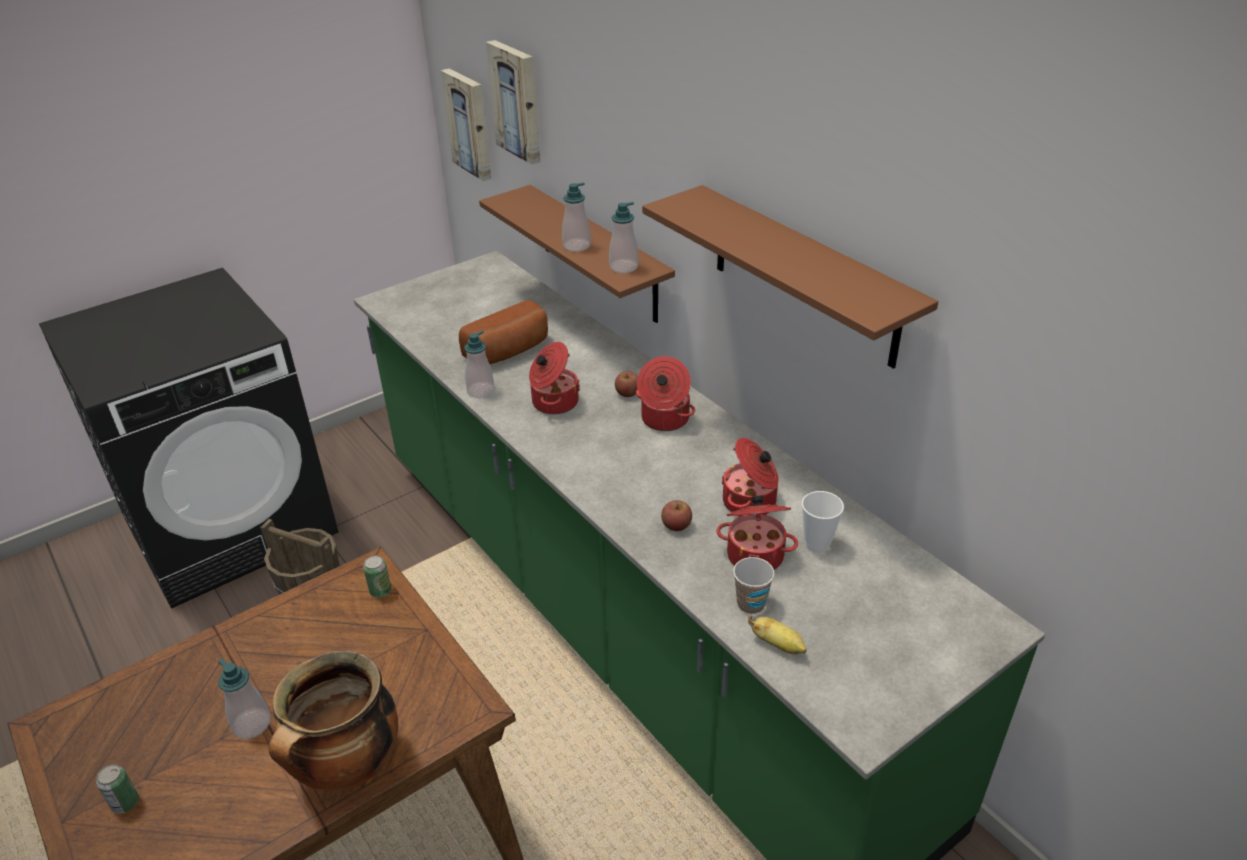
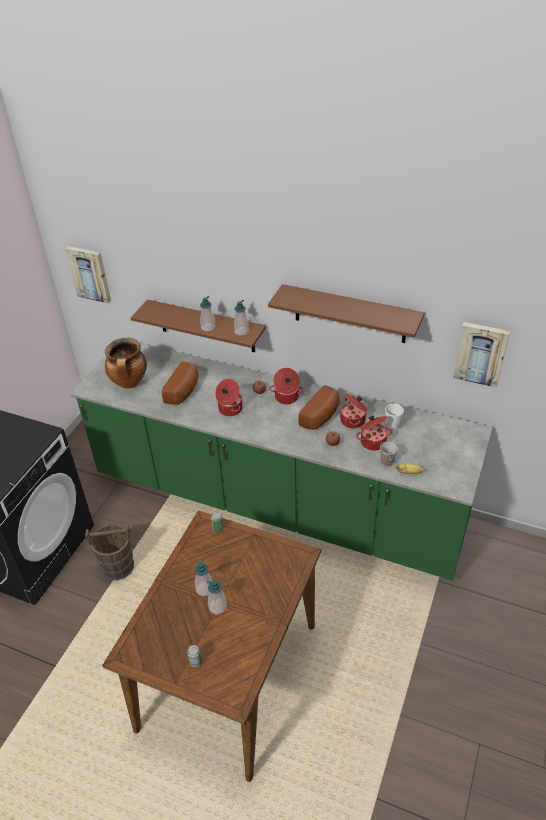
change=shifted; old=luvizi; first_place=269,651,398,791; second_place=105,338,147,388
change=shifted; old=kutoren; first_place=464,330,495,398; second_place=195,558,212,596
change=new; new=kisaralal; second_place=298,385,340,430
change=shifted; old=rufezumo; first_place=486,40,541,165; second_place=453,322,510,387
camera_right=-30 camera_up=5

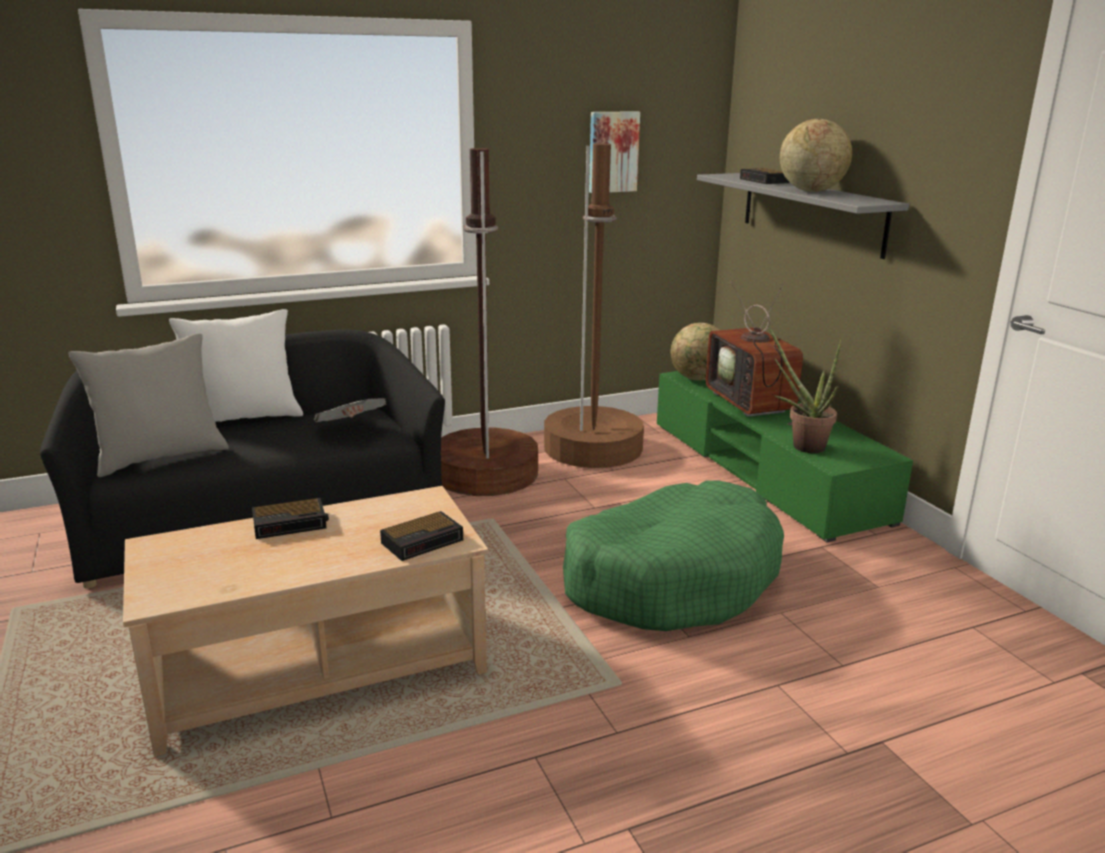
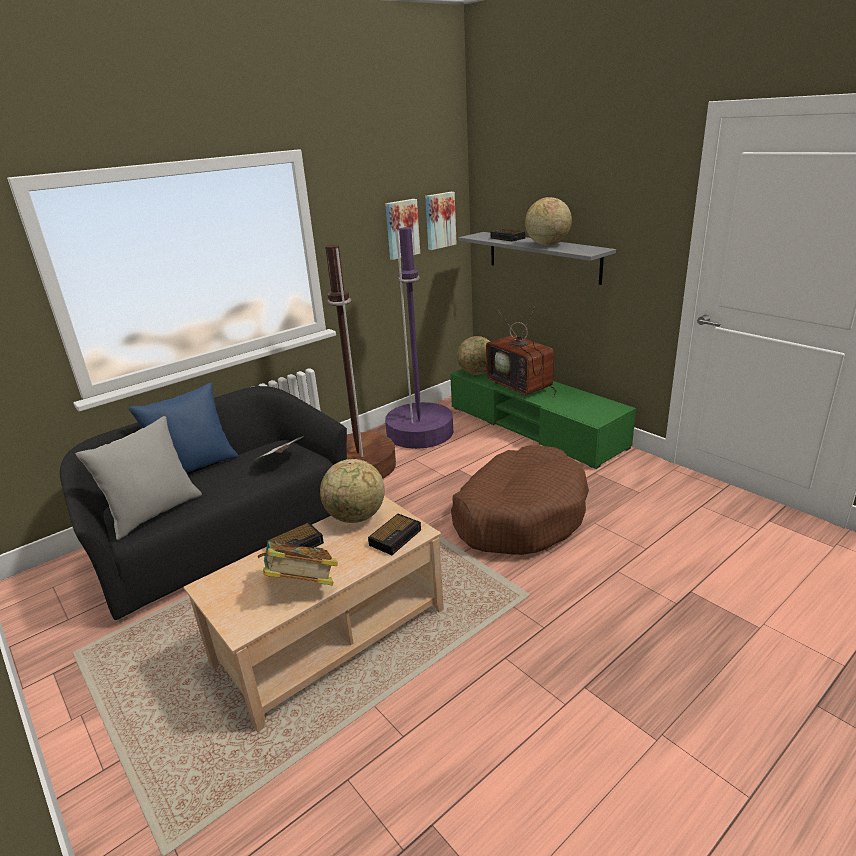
change=repainted; old=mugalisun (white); new=mugalisun (blue); first_place=169,309,303,422; second_place=129,383,238,473
change=new; new=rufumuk; second_place=258,541,338,585
change=new; new=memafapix; second_place=320,459,385,523
change=repainted; old=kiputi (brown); new=kiputi (purple); first_place=544,143,644,468; second_place=385,227,454,449
change=new; new=rufezumo; second_place=425,192,457,250
change=repainted; old=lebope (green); new=lebope (brown); first_place=563,480,784,631; second_place=451,445,589,555
change=gone; old=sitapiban; first_place=768,326,841,453
camera_right=-15 camera_up=5

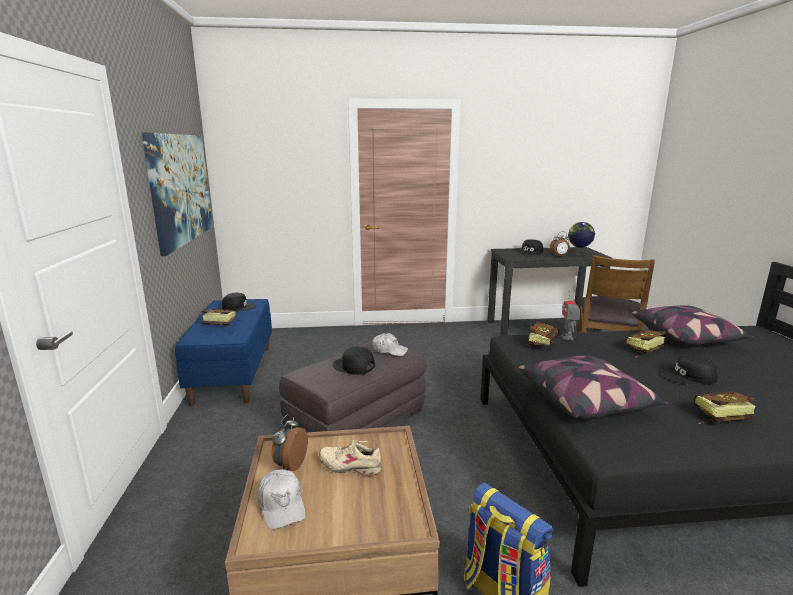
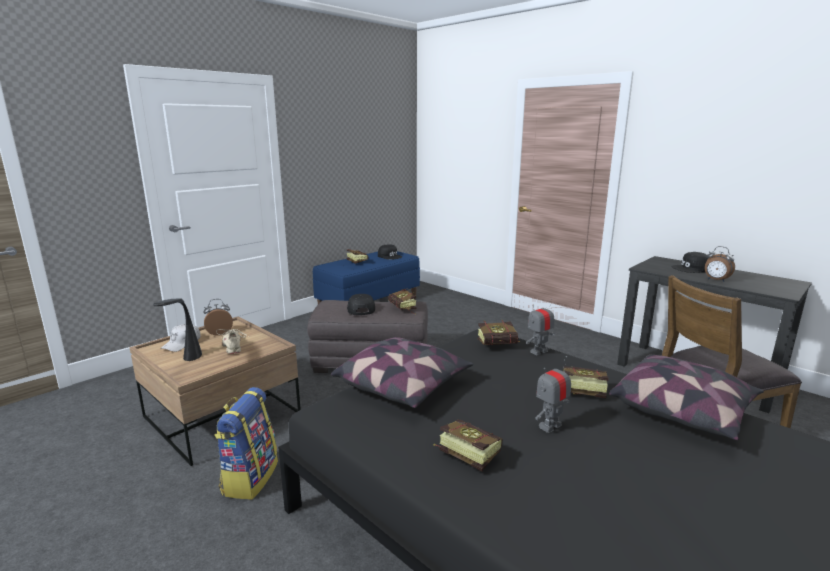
change=new; new=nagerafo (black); second_place=153,298,202,361
change=swapped; old=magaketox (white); new=rufumuk; first_place=372,333,408,356; second_place=388,288,417,315
change=swapped; old=magaketox (black); new=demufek; first_place=662,353,718,385; second_place=535,356,571,433
change=gone; old=rufezumo; first_place=142,132,213,256
change=gone; old=memafapix; first_place=568,222,595,255
camera_right=50 camera_up=0

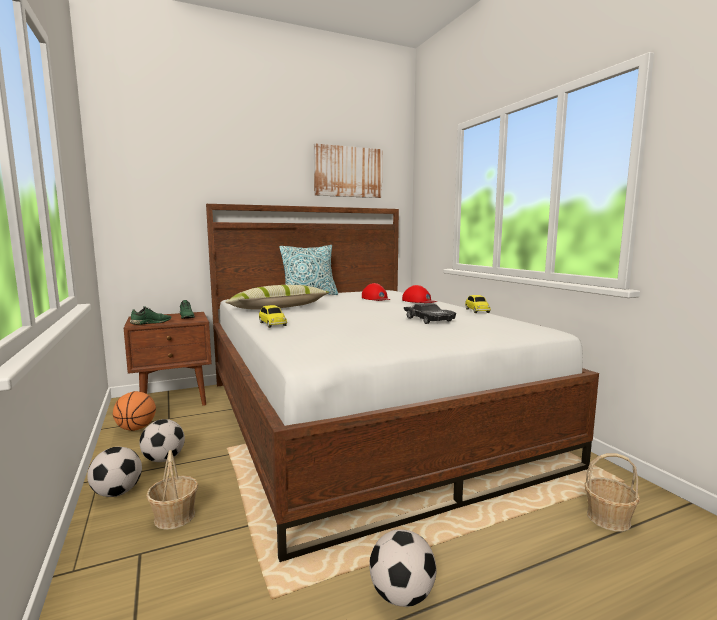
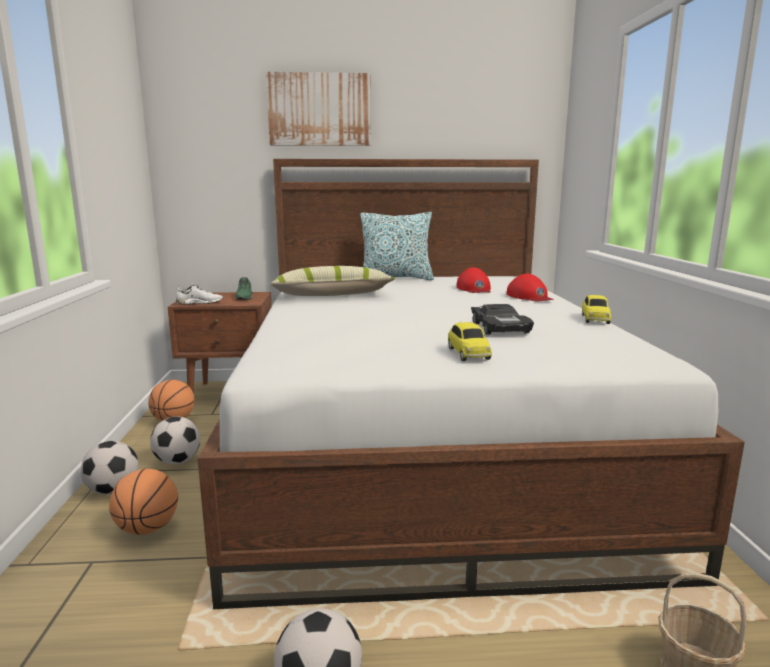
change=swapped; old=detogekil; new=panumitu; first_place=146,450,198,530; second_place=109,468,178,535
change=repainted; old=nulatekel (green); new=nulatekel (white); first_place=130,306,171,325; second_place=176,283,223,304
change=shifted; old=rufezumo; first_place=314,143,382,198; second_place=266,72,371,146
change=shifted; old=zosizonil; first_place=259,305,287,328; second_place=448,322,492,361
camera_right=20 camera_up=5

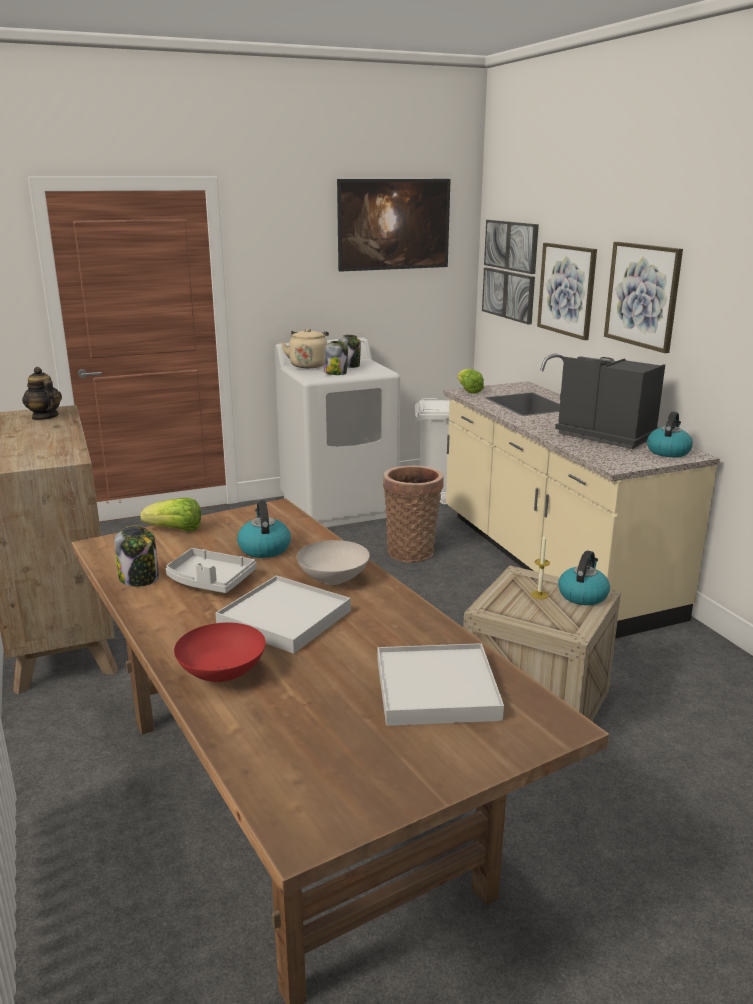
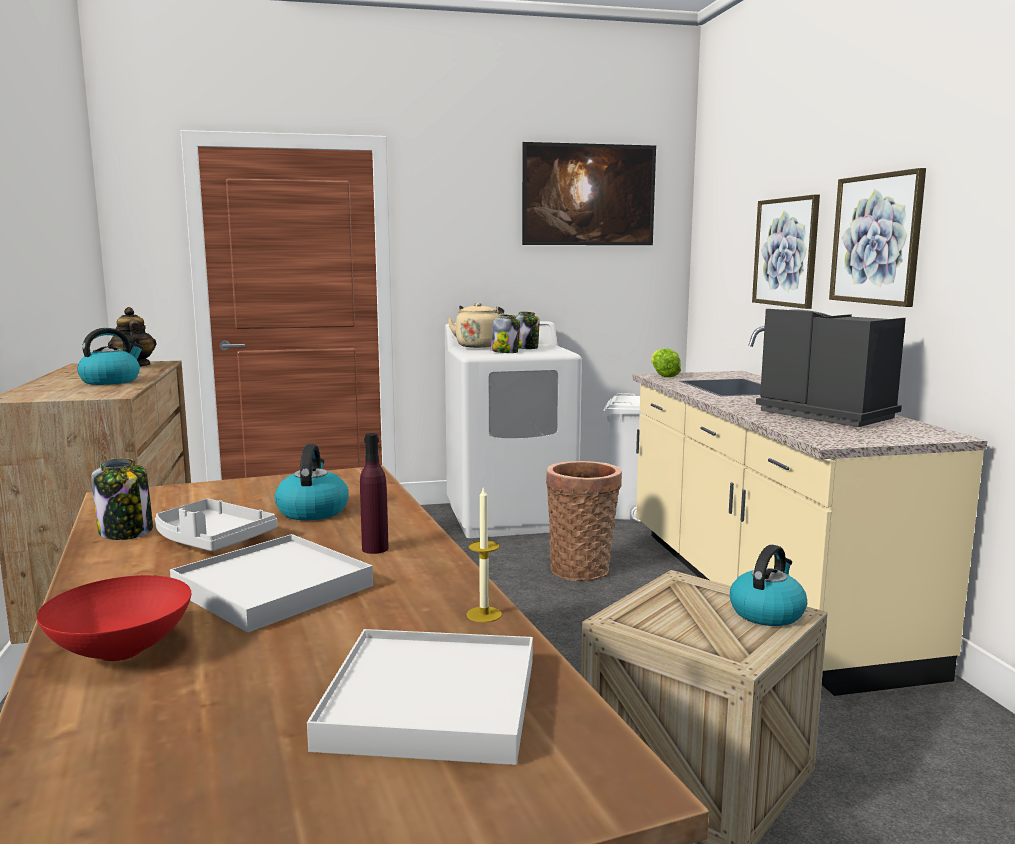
change=shifted; old=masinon; first_place=647,412,693,457; second_place=77,328,144,385
change=swapped; old=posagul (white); new=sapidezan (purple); first_place=297,540,370,585; second_place=360,433,388,554
change=shifted; old=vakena; first_place=531,535,550,599; second_place=466,486,502,623
change=gone; old=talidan; first_place=140,497,201,531
change=gone; old=rufezumo; first_place=482,220,539,324
camera_right=10 camera_up=-10

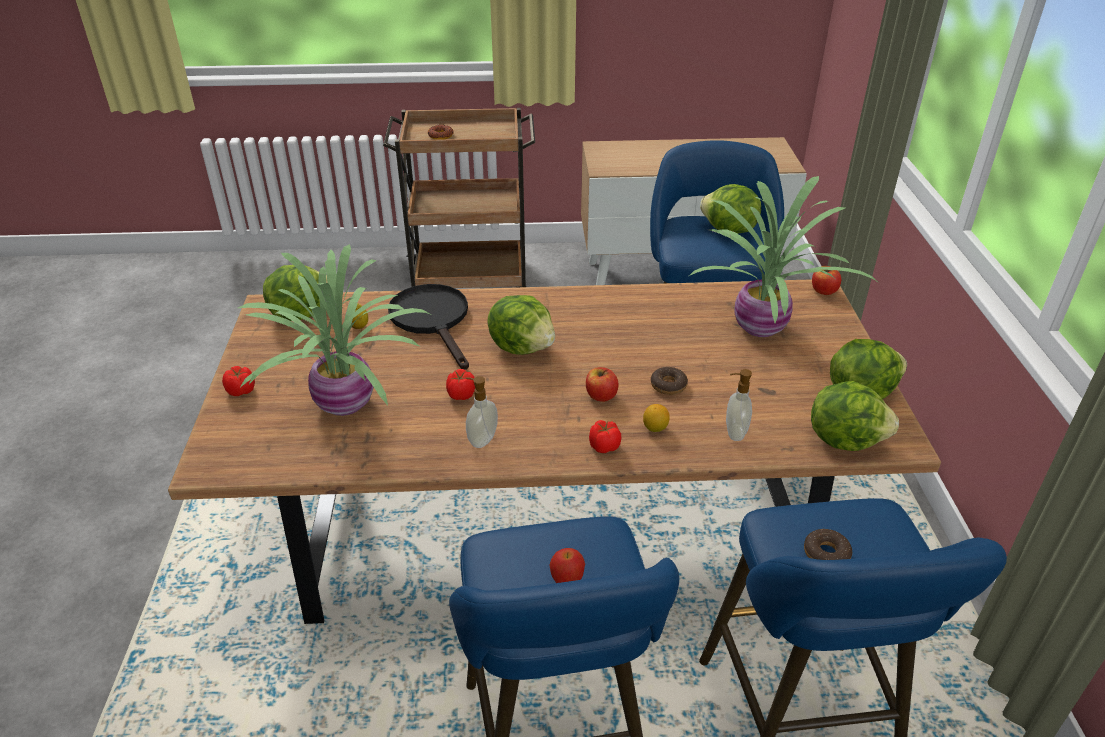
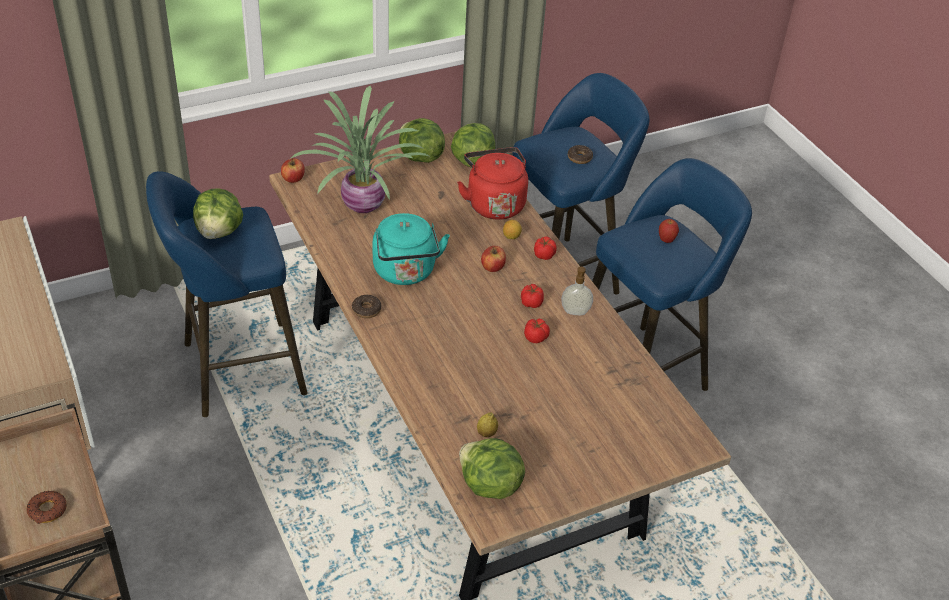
change=shifted; old=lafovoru; first_place=651,367,688,395; second_place=352,294,382,318
change=new; new=masinon (turquoise); second_place=372,213,450,285
change=swapped; old=kutoren; new=masinon (red); first_place=726,369,752,441; second_place=457,147,528,220
change=shifted; old=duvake; first_place=222,366,255,396; second_place=521,284,544,308
change=gone; old=sitapiban; first_place=238,244,430,416
change=gone; old=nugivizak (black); first_place=388,284,469,370
change=gone; old=talidan; first_place=487,295,555,355
camera_right=-115 camera_up=5

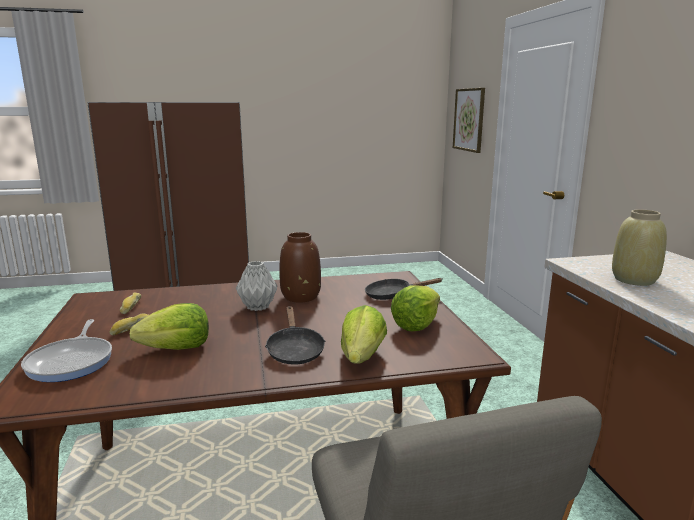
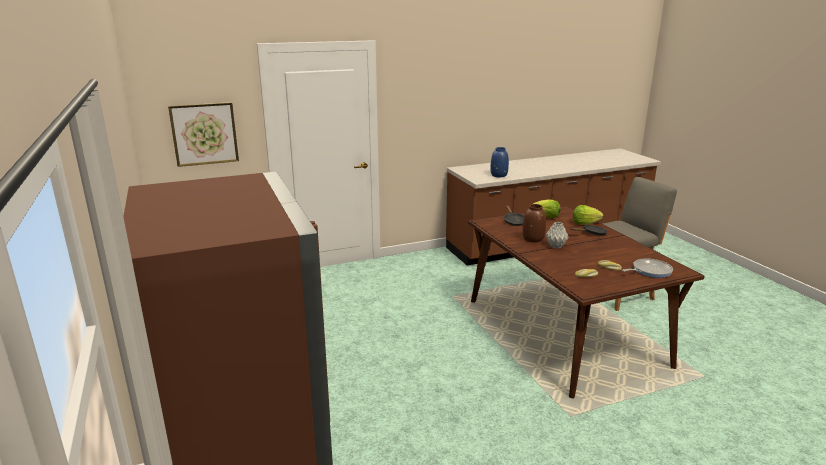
change=repainted; old=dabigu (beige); new=dabigu (blue); first_place=612,209,667,286; second_place=490,147,509,177
change=gone; old=talidan; first_place=130,303,209,350
camera_right=-100 camera_up=5

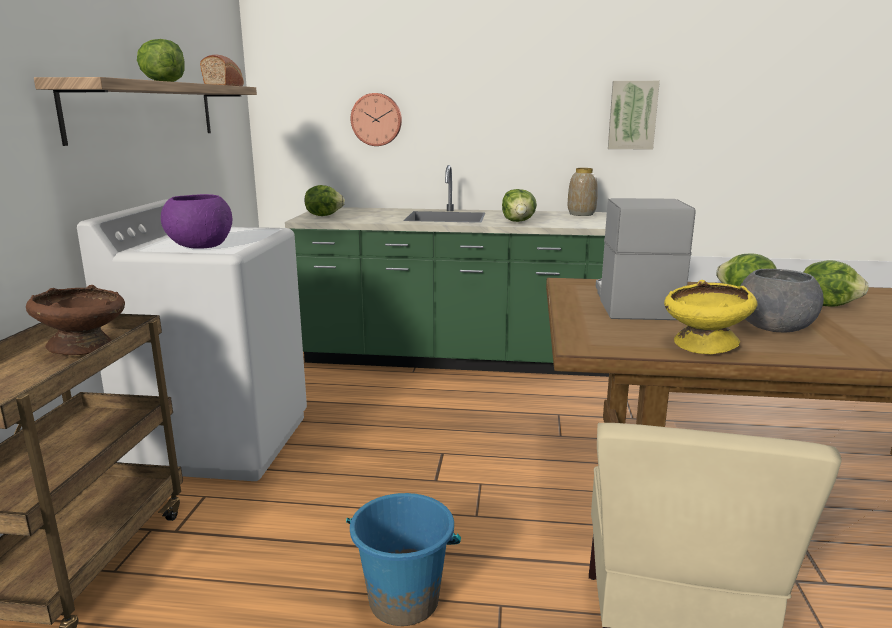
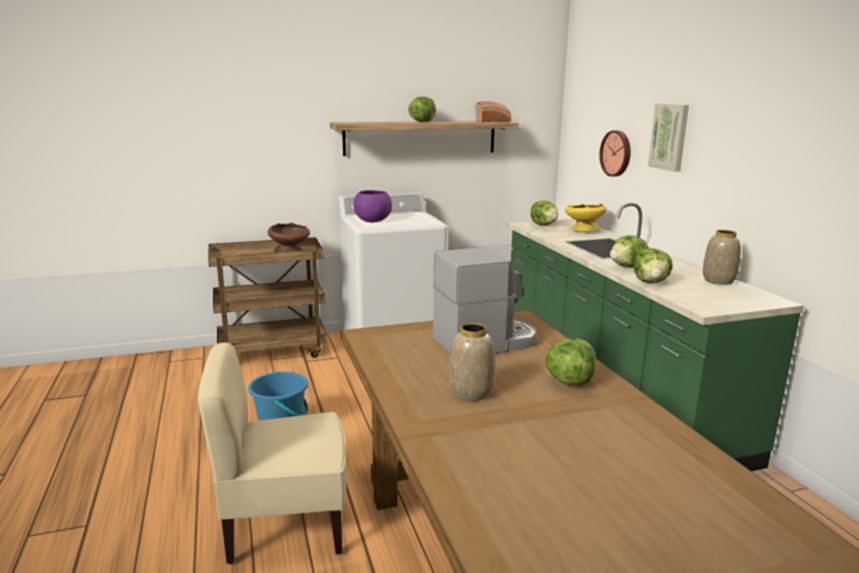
change=swapped; old=posagul (grey); new=dabigu; first_place=740,269,824,332; second_place=449,323,495,401
change=shifted; old=posagul (yellow); first_place=664,280,758,354; second_place=565,203,607,231
change=shifted; old=talidan; first_place=804,260,869,307; second_place=634,248,673,283
change=shifted; old=rufezumo; first_place=608,81,660,150; second_place=648,104,689,172
camera_right=65 camera_up=0

